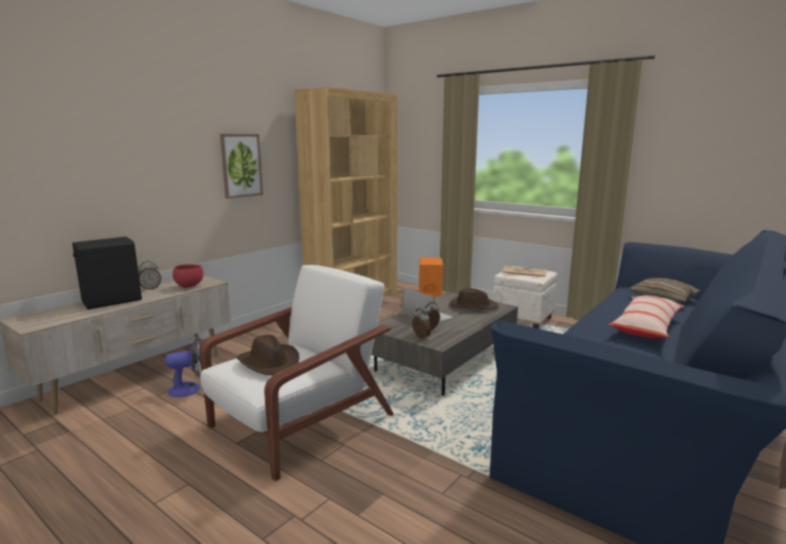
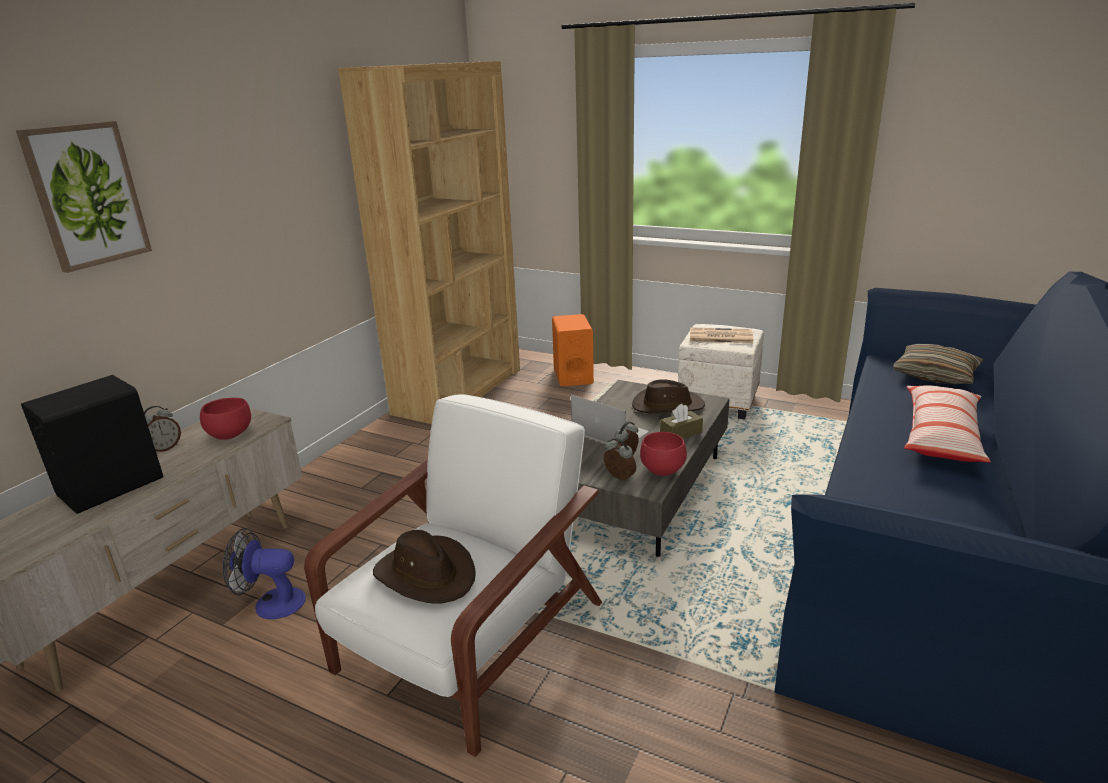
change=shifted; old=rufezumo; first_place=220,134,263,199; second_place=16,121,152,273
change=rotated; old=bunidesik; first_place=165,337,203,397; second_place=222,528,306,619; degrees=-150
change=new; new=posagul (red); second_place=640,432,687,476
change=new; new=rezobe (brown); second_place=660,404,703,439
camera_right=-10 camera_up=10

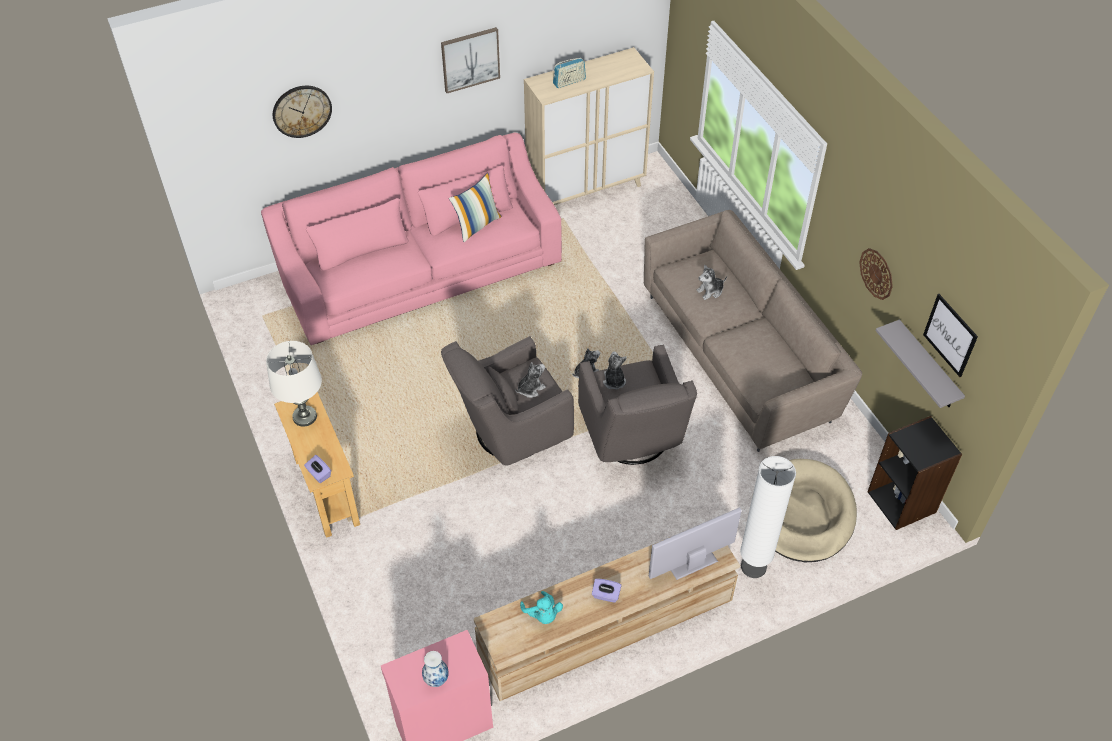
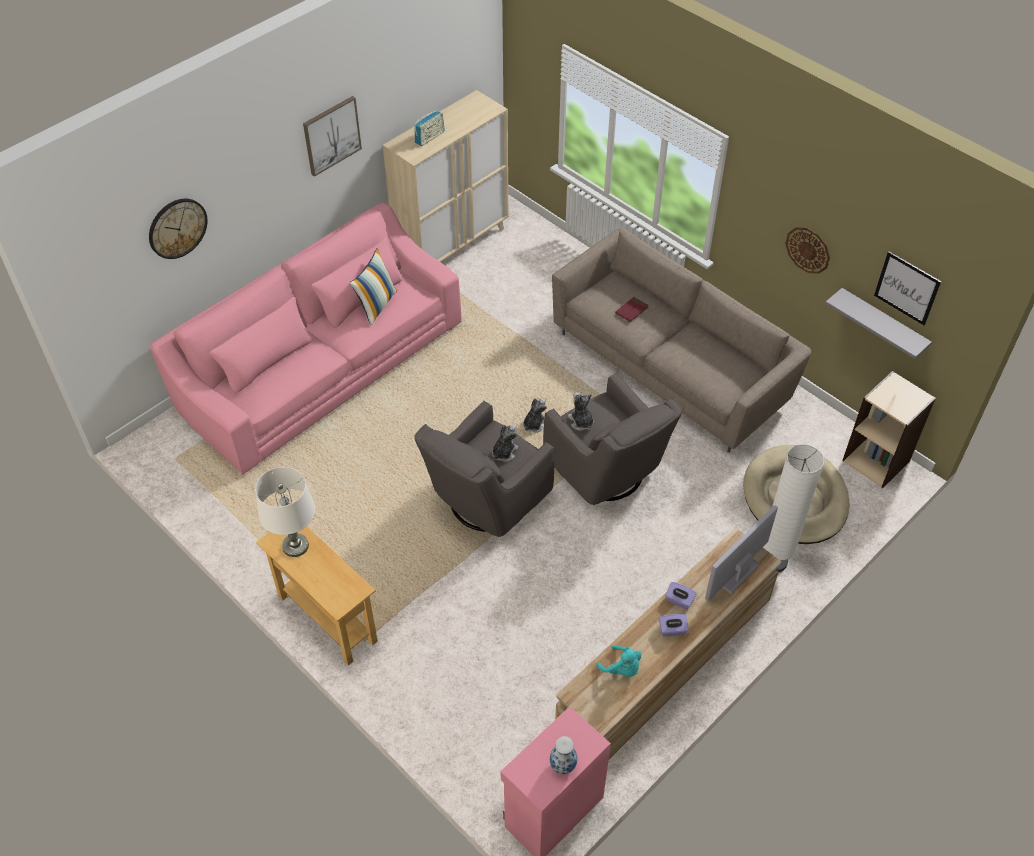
change=swapped; old=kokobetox; new=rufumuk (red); first_place=697,265,727,300; second_place=615,297,649,322
change=shifted; old=rezobe (purple); first_place=304,455,331,483; second_place=665,582,696,609
change=repainted; old=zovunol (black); new=zovunol (beige); first_place=868,416,962,530; second_place=842,371,936,488
camera_right=-20 camera_up=0

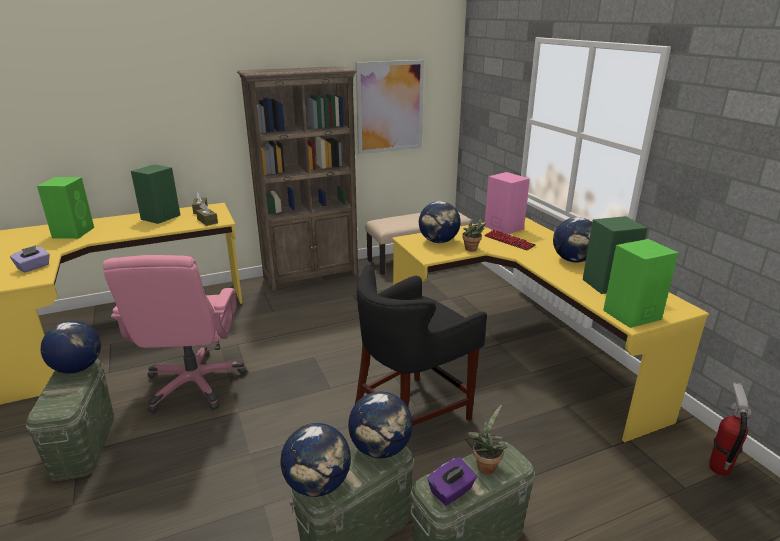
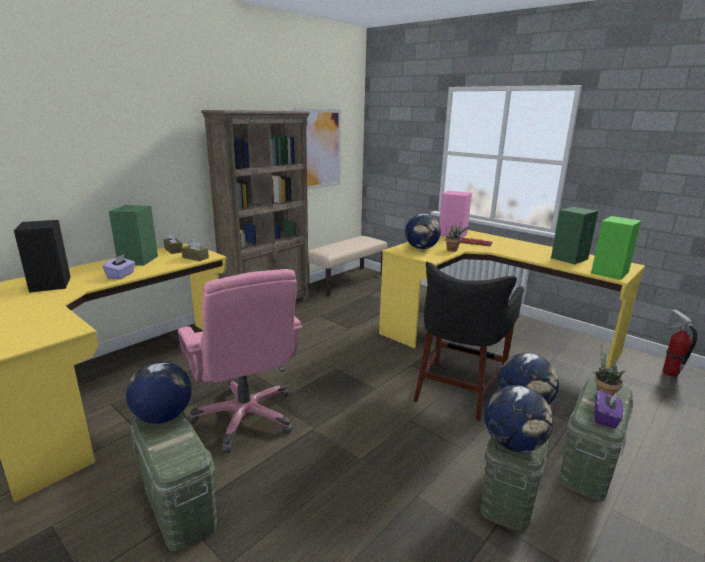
change=repainted; old=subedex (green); new=subedex (black); first_place=37,177,94,239; second_place=14,220,71,293
change=shifted; old=rezobe (purple); first_place=10,245,50,272; second_place=102,254,135,280
change=gone; old=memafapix; first_place=553,217,592,262
camera_right=-25 camera_up=-5

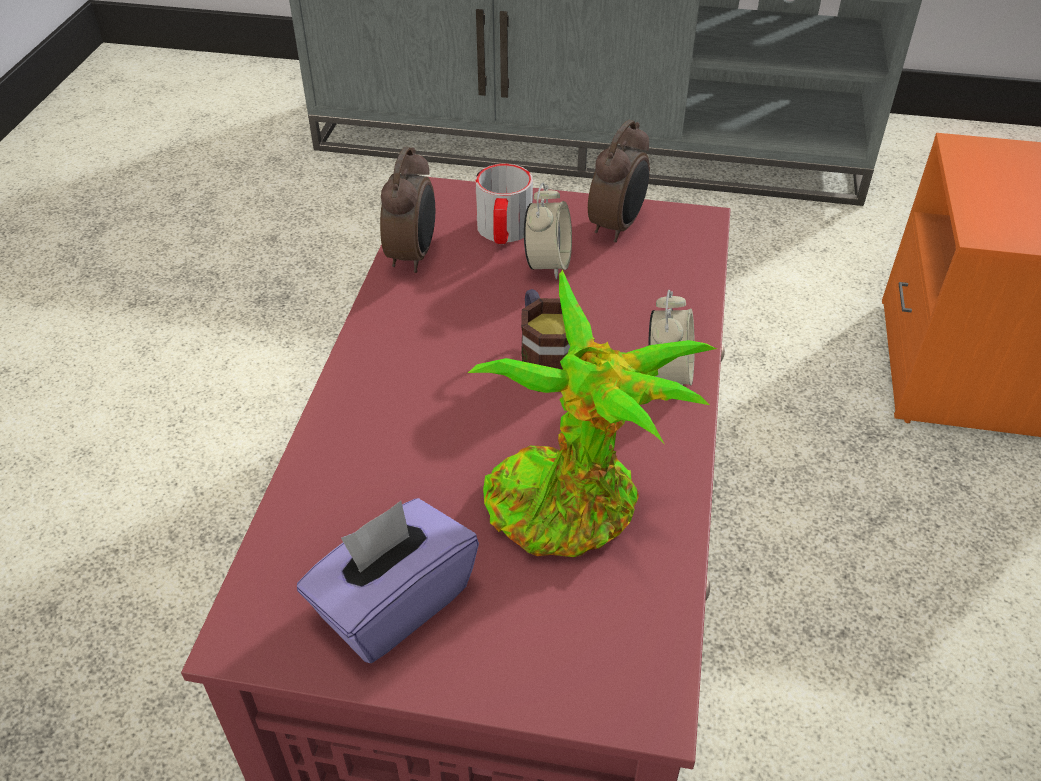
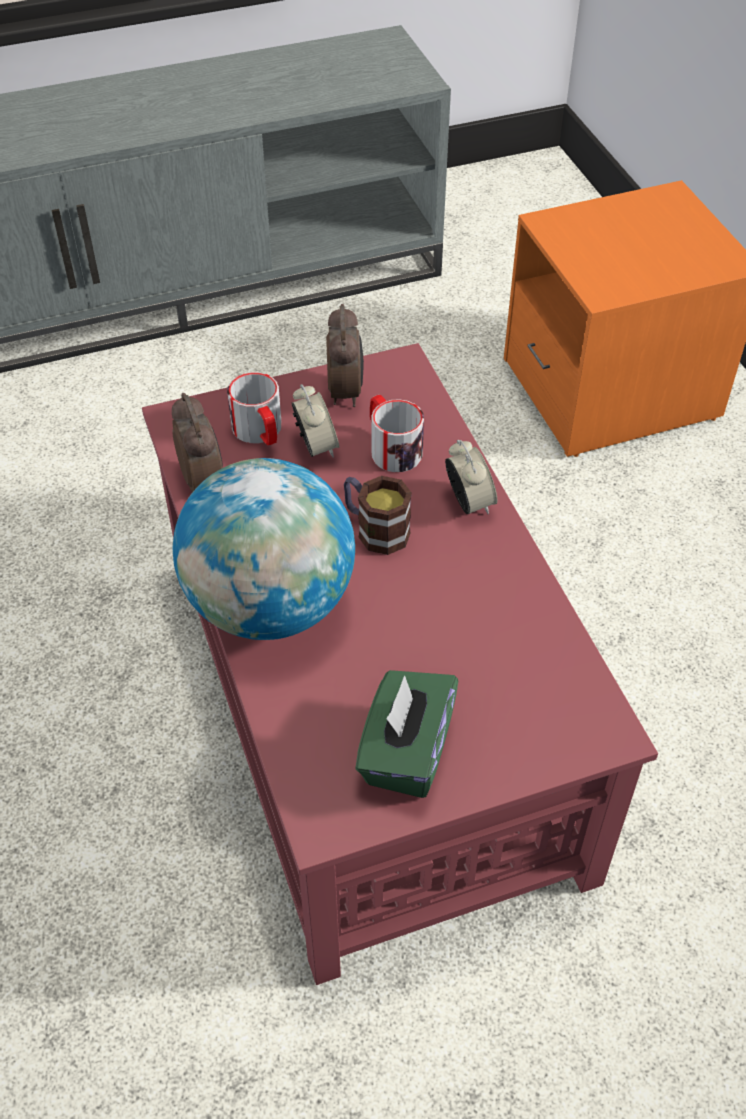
change=new; new=memafapix; second_place=173,458,355,640
change=repainted; old=rezobe (purple); new=rezobe (green); first_place=297,498,479,663; second_place=355,670,458,798
change=new; new=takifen; second_place=370,395,424,472
change=gone; old=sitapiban; first_place=468,270,717,557
camera_right=-30 camera_up=5

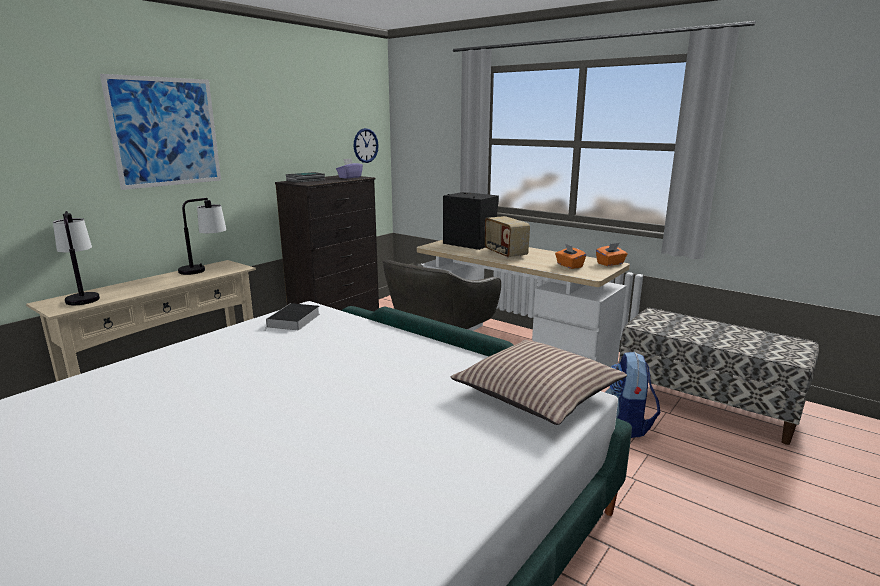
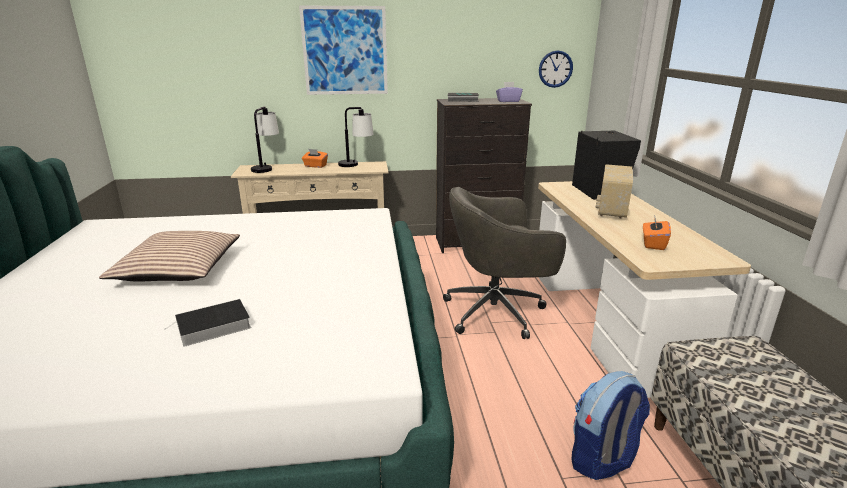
change=shifted; old=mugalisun; first_place=451,340,627,425; second_place=99,231,240,282
change=shifted; old=rufumuk; first_place=264,303,320,330; second_place=164,299,251,346
change=shifted; old=rezobe (orange); first_place=596,243,628,266; second_place=302,149,328,168
camera_right=45 camera_up=5

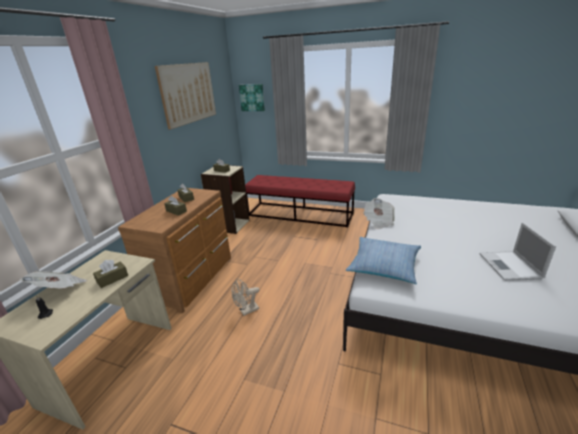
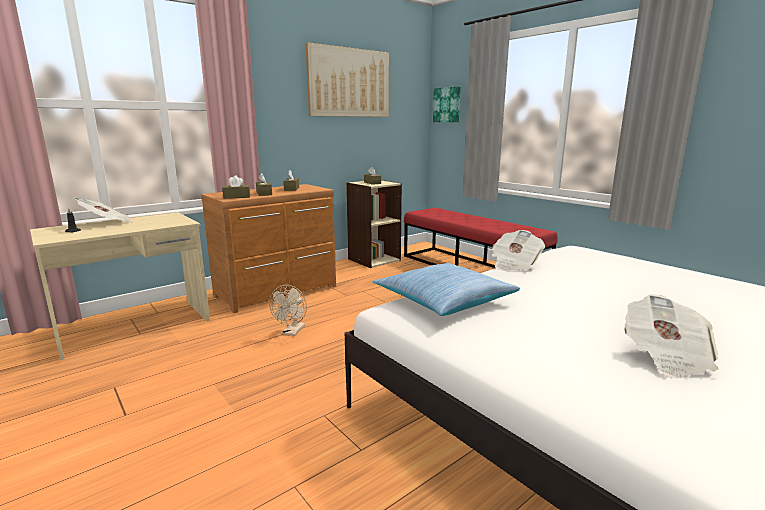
change=shifted; old=rezobe (brown); first_place=93,260,128,288; second_place=222,175,250,199
change=rotated; old=bunidesik (beige); first_place=232,278,259,316; second_place=269,285,307,336; degrees=-75
change=swapped; old=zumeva; new=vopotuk; first_place=480,222,556,281; second_place=624,294,719,379
camera_right=30 camera_up=-10

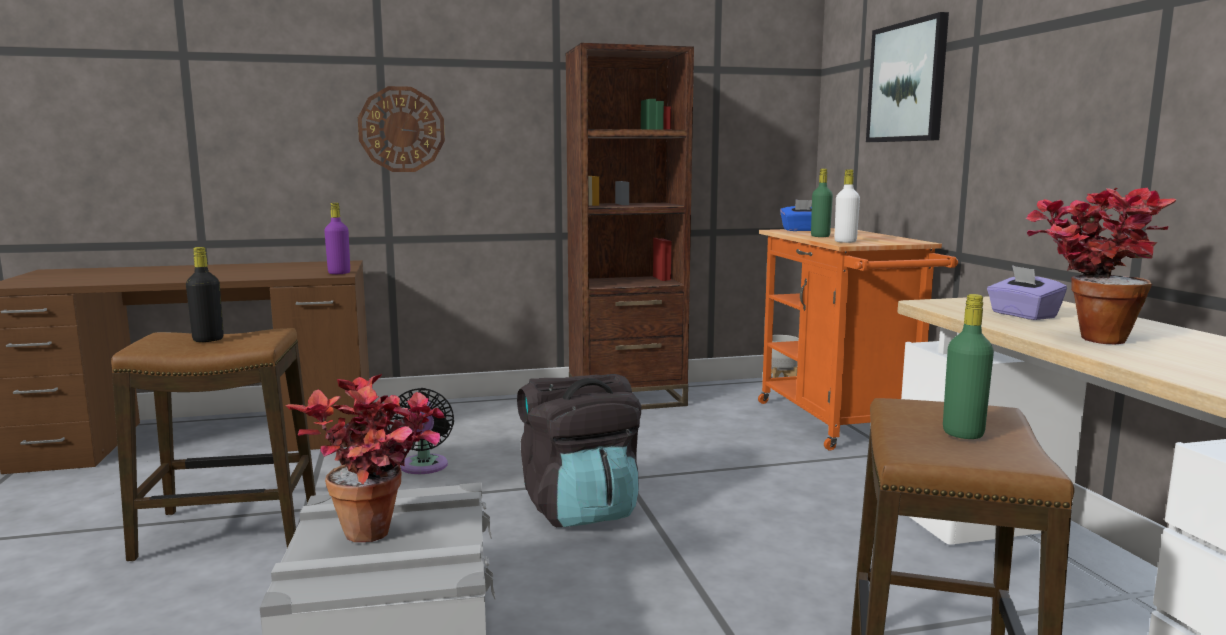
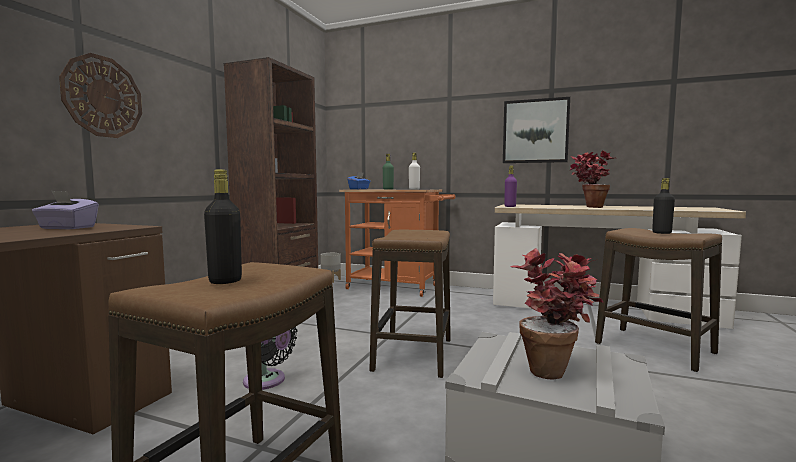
change=shifted; old=rezobe (purple); first_place=987,265,1067,320; second_place=32,191,99,230
change=swapped; old=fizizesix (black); new=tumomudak; first_place=517,374,641,527; second_place=369,230,451,378
change=shifted; old=rufezumo; first_place=866,12,949,142; second_place=503,97,570,163
change=shifted; old=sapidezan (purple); first_place=324,203,350,274; second_place=504,166,517,207
change=repainted; old=sapidezan (green); new=sapidezan (black); first_place=943,294,994,439; second_place=652,178,675,234
camera_right=-55 camera_up=-5

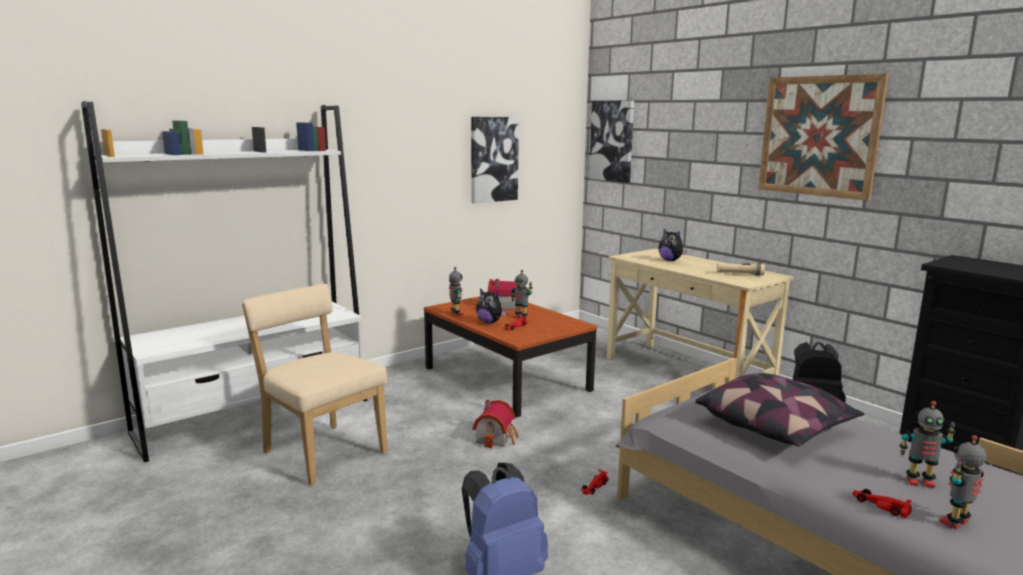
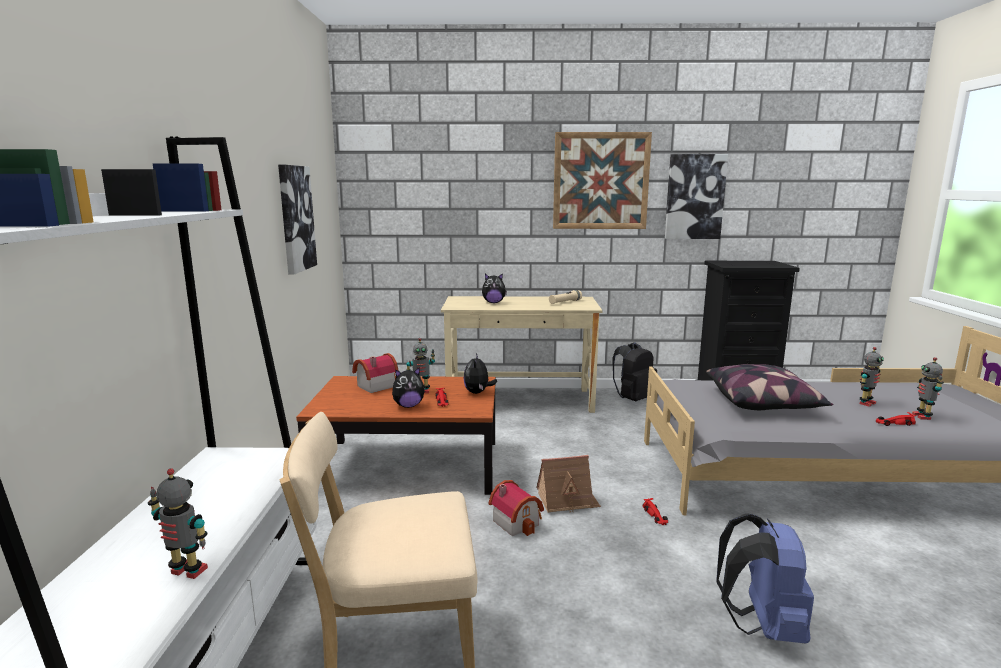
change=shifted; old=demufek; first_place=449,267,463,316; second_place=148,468,208,579
change=new; new=kokobetox; second_place=464,353,497,394
change=new; new=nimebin; second_place=536,455,601,513
change=shifted; old=rufezumo; first_place=589,101,634,183; second_place=665,154,728,239
camera_right=-50 camera_up=0

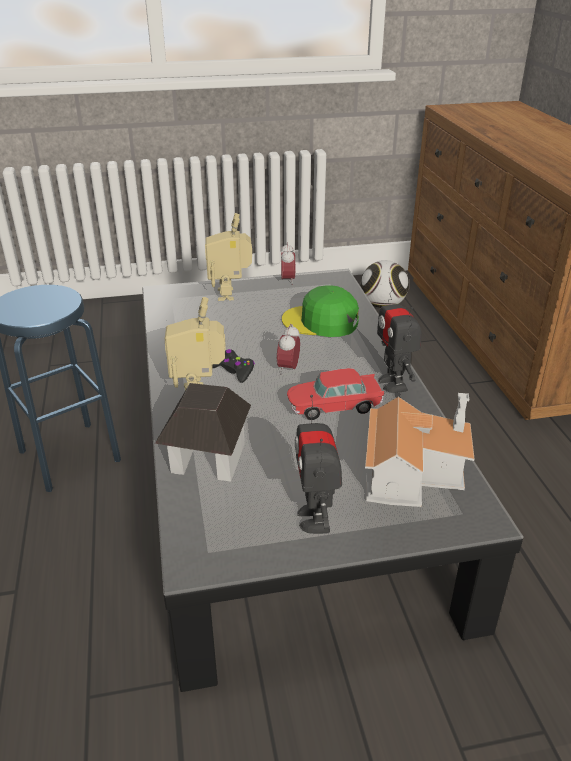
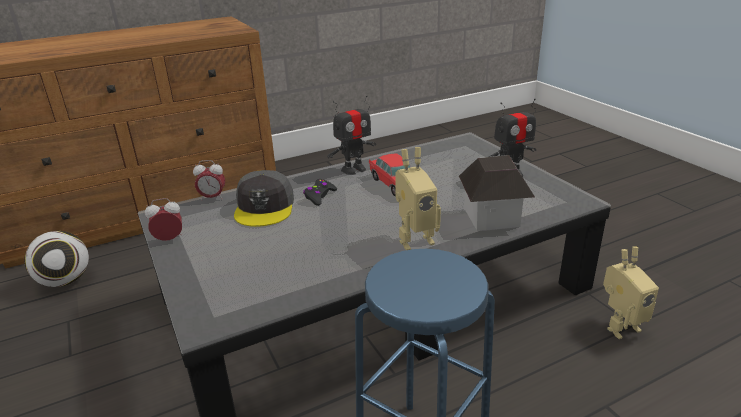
change=shifted; old=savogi; first_place=277,324,300,375; second_place=193,160,225,200
change=repainted; old=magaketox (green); new=magaketox (grey); first_place=282,286,359,337; second_place=234,170,294,227
change=shifted; old=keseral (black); first_place=212,349,255,383; second_place=303,179,337,206
change=shifted; old=demufek; first_place=205,213,252,301; second_place=603,246,659,339
change=gone; old=nimebin; first_place=365,393,474,507
camera_right=-105 camera_up=-5

